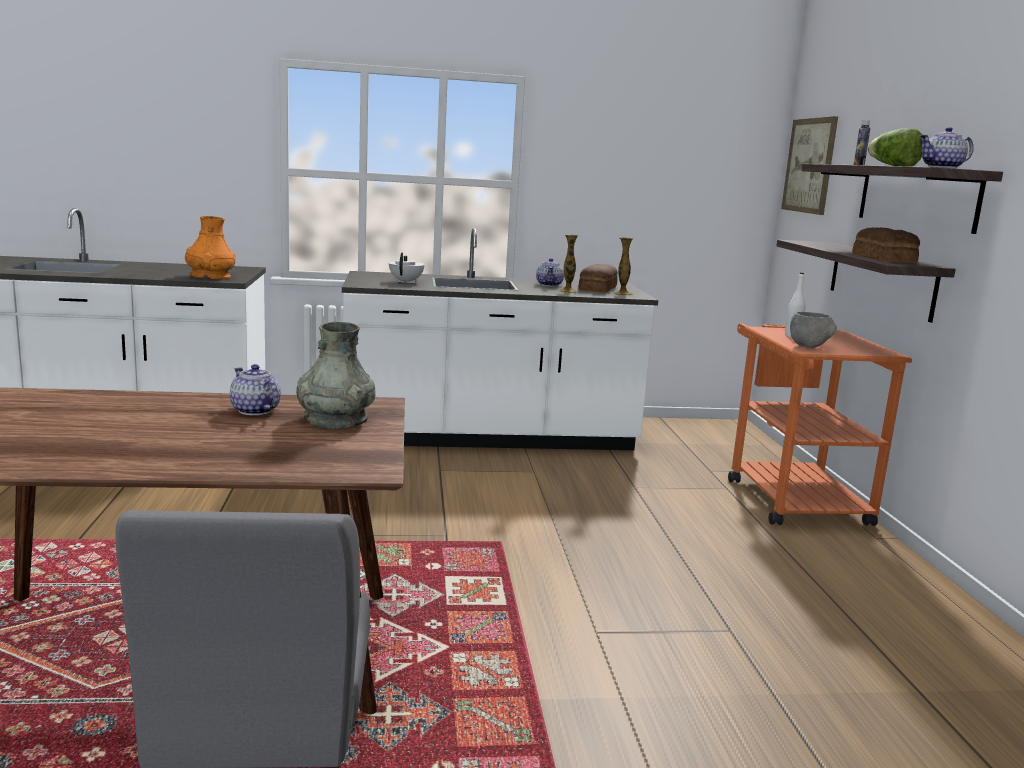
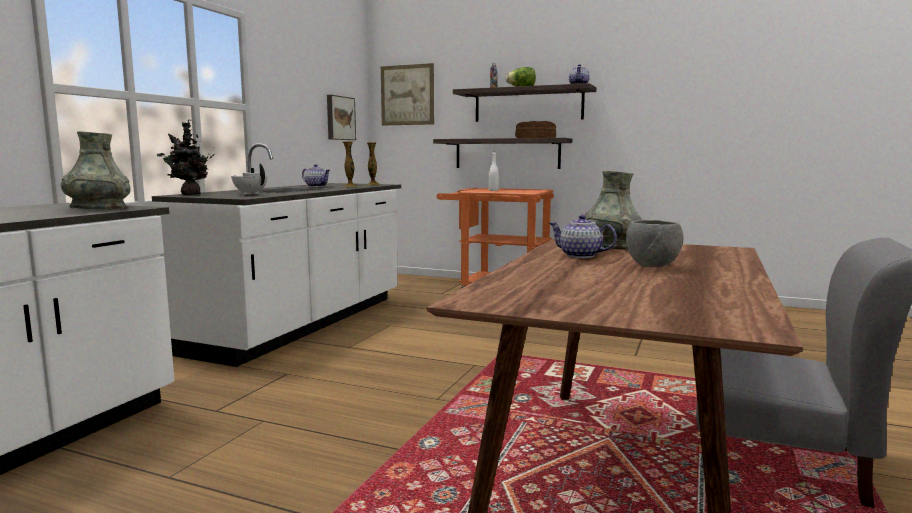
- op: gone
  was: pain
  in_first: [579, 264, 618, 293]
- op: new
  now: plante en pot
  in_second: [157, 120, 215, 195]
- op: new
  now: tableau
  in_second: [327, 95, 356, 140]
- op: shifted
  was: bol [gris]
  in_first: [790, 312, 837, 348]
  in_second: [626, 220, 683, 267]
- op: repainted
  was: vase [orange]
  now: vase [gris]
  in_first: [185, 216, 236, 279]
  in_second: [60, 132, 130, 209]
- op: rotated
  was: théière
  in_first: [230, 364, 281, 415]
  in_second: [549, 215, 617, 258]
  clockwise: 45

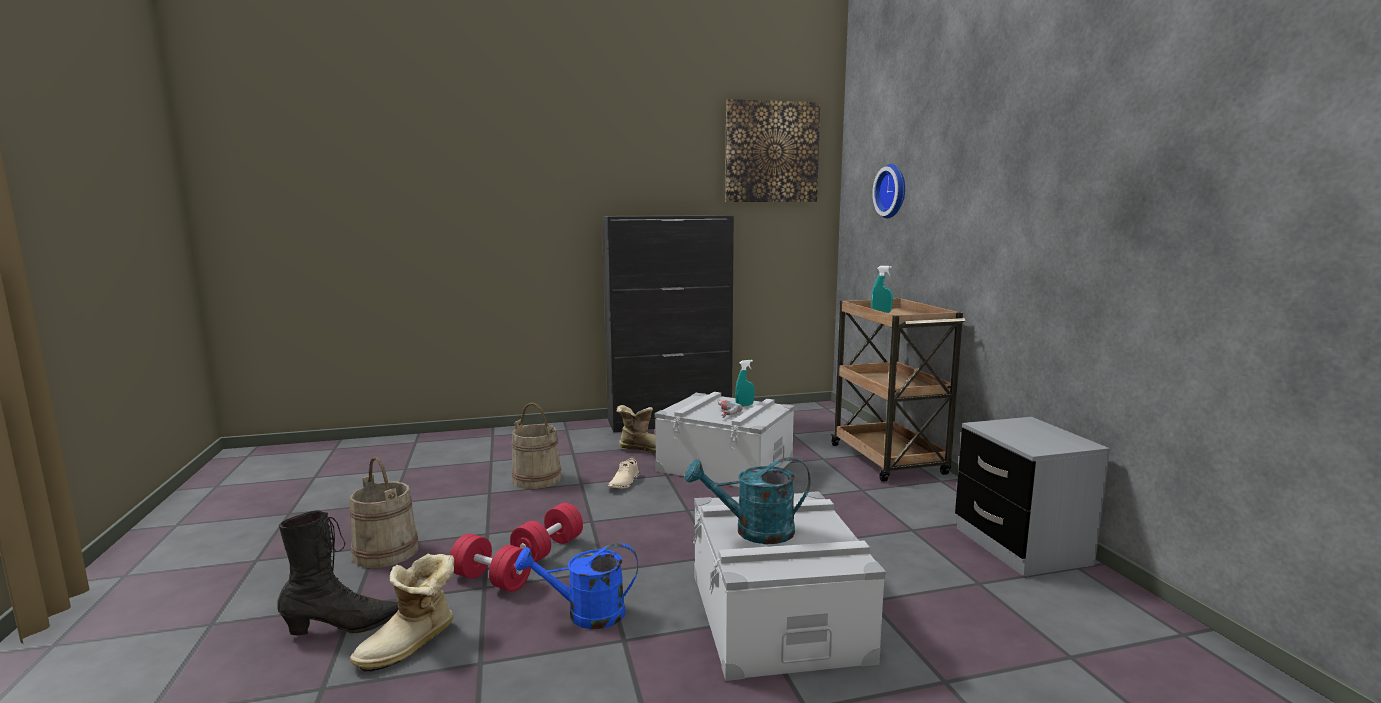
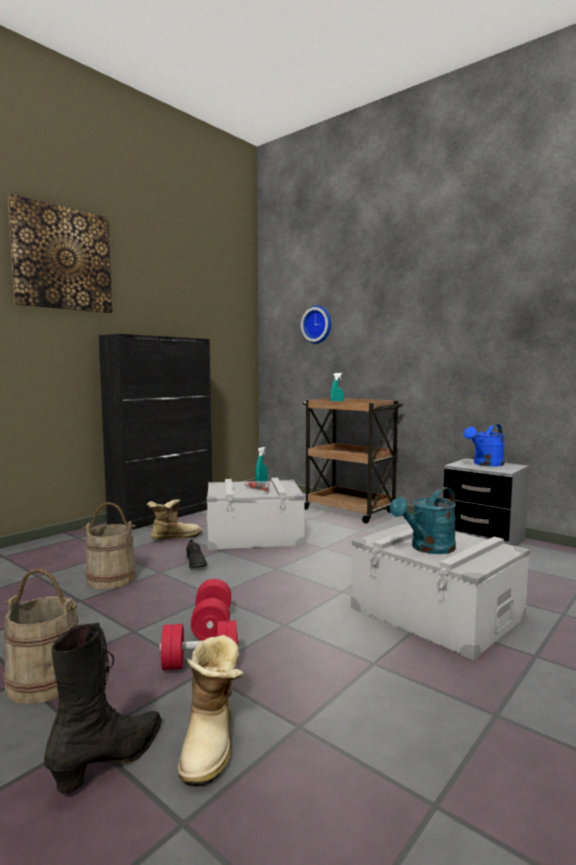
- op: shifted
  was: arrosoir [bleu]
  in_first: [515, 543, 638, 629]
  in_second: [464, 424, 505, 466]
- op: shifted
  was: tableau
  in_first: [725, 99, 820, 202]
  in_second: [8, 194, 112, 313]
- op: repainted
  was: chaussure [beige]
  now: chaussure [noir]
  in_first: [607, 456, 639, 488]
  in_second: [186, 539, 207, 569]

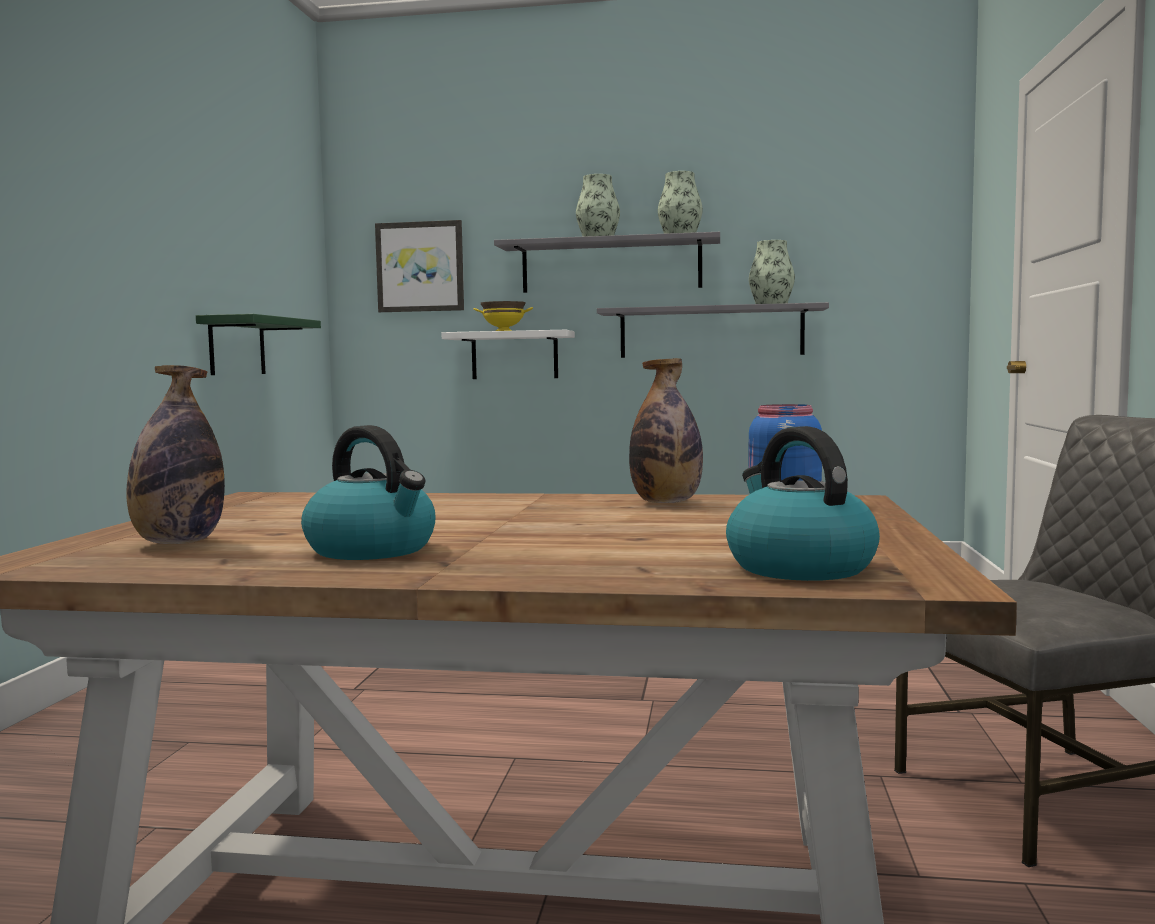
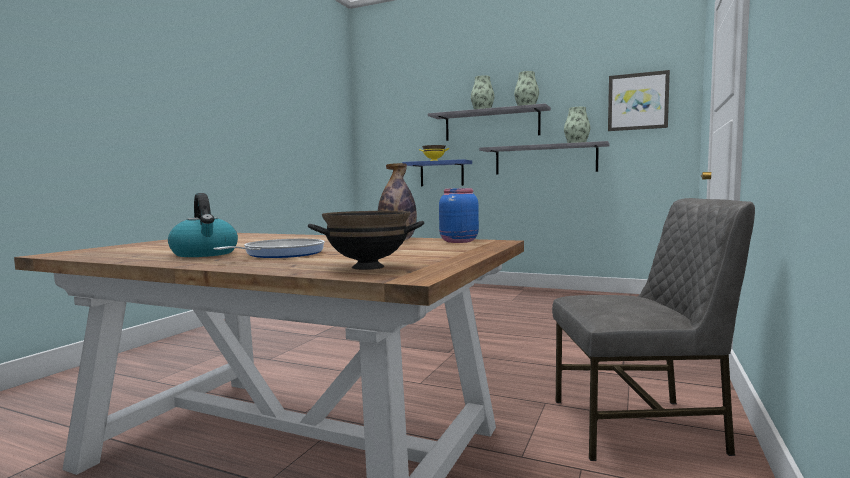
- op: gone
  was: bouteille
  in_first: [126, 365, 225, 544]
- op: gone
  was: étagère [vert]
  in_first: [196, 314, 321, 375]
- op: new
  now: poêle
  in_second: [214, 239, 325, 258]
- op: shifted
  was: tableau
  in_first: [375, 220, 464, 312]
  in_second: [608, 70, 670, 131]
- op: swapped
  was: bouilloire
  now: bol [noir]
  in_first: [726, 426, 880, 581]
  in_second: [308, 211, 424, 270]
- op: repainted
  was: étagère [blanc]
  now: étagère [bleu]
  in_first: [442, 330, 575, 379]
  in_second: [402, 159, 472, 186]

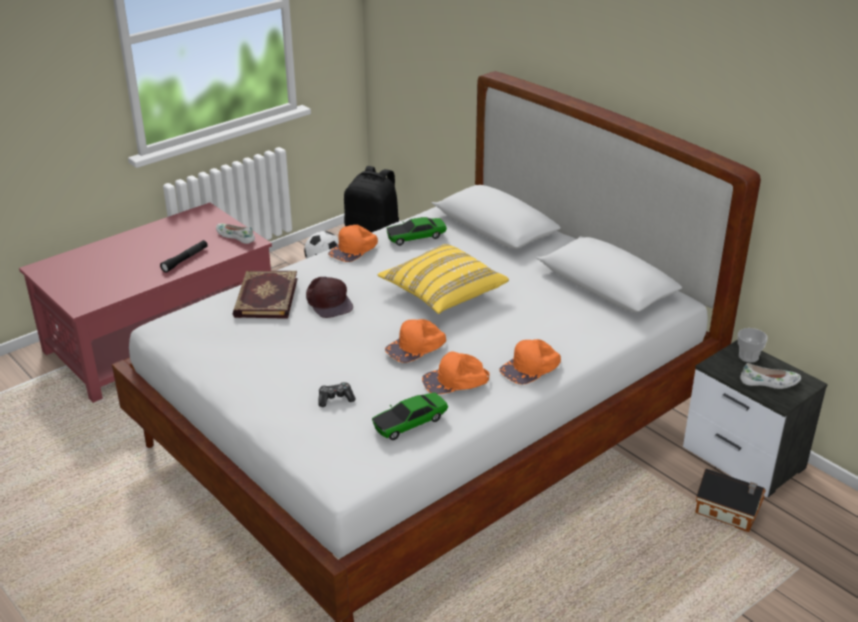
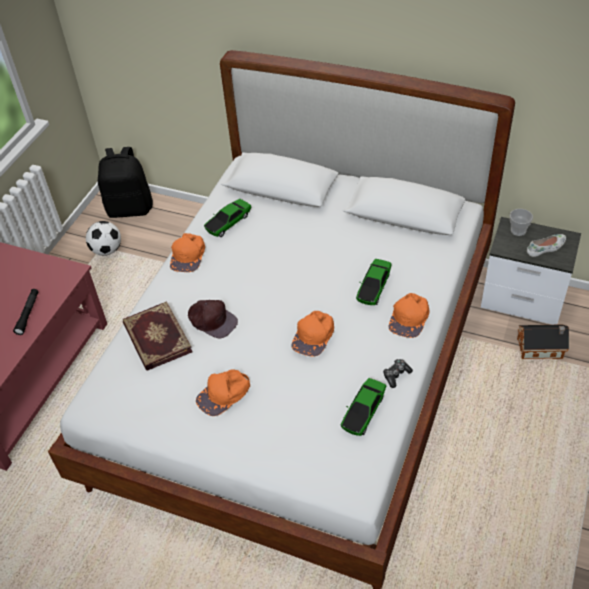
- op: gone
  was: chaussure [blanc]
  in_first: [216, 223, 255, 244]
- op: gone
  was: coussin [jaune]
  in_first: [378, 244, 509, 314]
- op: new
  now: petite voiture
  in_second: [356, 259, 392, 305]
- op: shifted
  was: manette
  in_first: [318, 382, 356, 407]
  in_second: [383, 359, 413, 388]
- op: shifted
  was: casquette [orange]
  in_first: [422, 351, 490, 394]
  in_second: [196, 369, 250, 416]

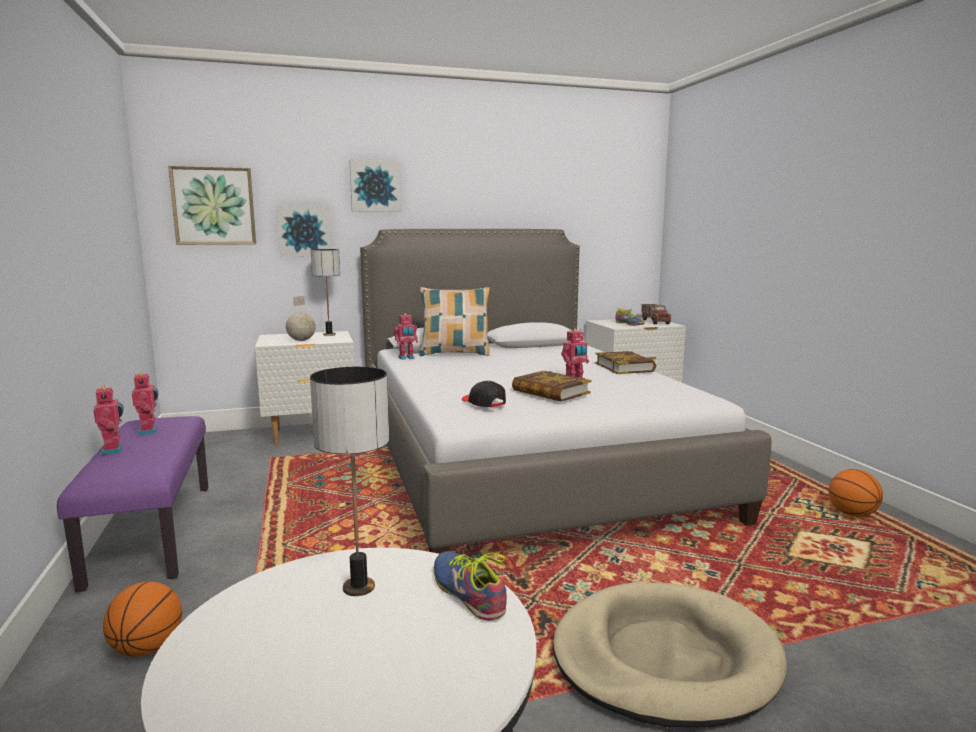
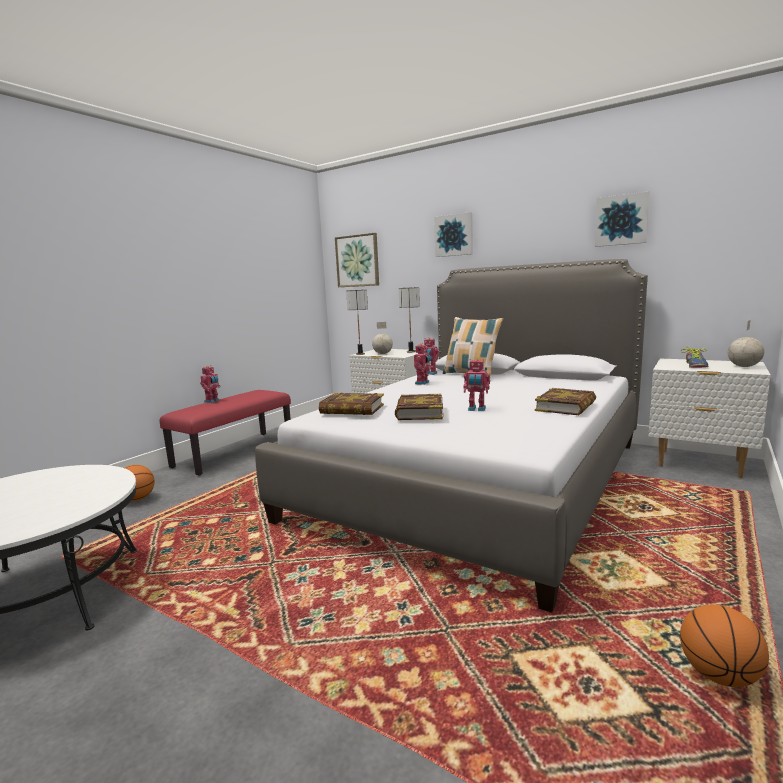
- op: gone
  was: chaussure
  in_first: [434, 551, 510, 621]
- op: gone
  was: panier pour chien [beige]
  in_first: [553, 582, 787, 728]
- op: shifted
  was: robot jouet
  in_first: [132, 372, 159, 435]
  in_second: [414, 343, 431, 385]
- op: shifted
  was: tableau
  in_first: [277, 205, 331, 257]
  in_second: [595, 191, 650, 247]
- op: shifted
  was: lampe de table
  in_first: [310, 367, 389, 596]
  in_second: [346, 290, 368, 355]
- op: swapped
  was: casquette [noir]
  now: livre
  in_first: [461, 381, 506, 407]
  in_second: [319, 393, 384, 415]
- op: swapped
  was: camion jouet
  now: globe
  in_first: [641, 304, 671, 324]
  in_second: [728, 320, 764, 367]
- op: repainted
  was: banc [violet]
  now: banc [rouge]
  in_first: [57, 416, 208, 592]
  in_second: [160, 390, 291, 476]

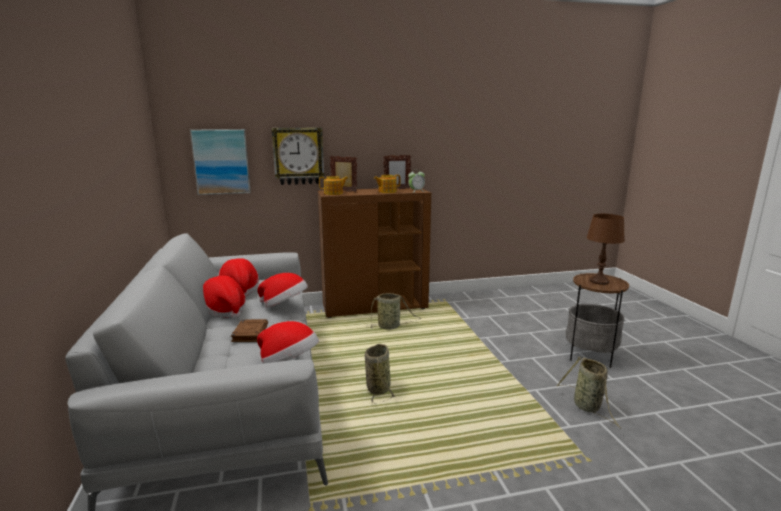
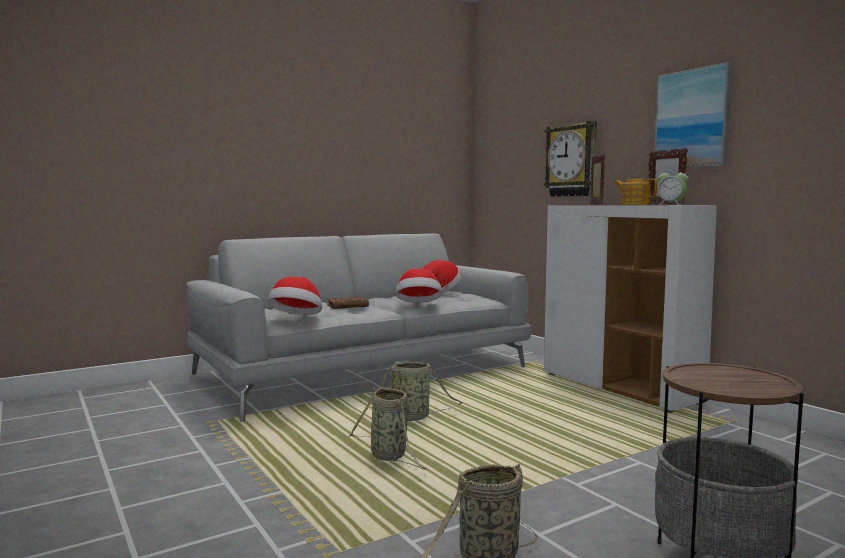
- op: gone
  was: chapeau
  in_first: [203, 276, 246, 318]
- op: gone
  was: théière
  in_first: [319, 176, 348, 195]
- op: gone
  was: lampe de table [marron]
  in_first: [587, 214, 625, 285]
- op: shifted
  was: tableau
  in_first: [190, 129, 251, 195]
  in_second: [654, 62, 732, 168]
- op: shifted
  was: panier
  in_first: [366, 293, 421, 330]
  in_second: [348, 387, 426, 470]
- op: repainted
  was: meuble de rangement [marron]
  now: meuble de rangement [blanc]
  in_first: [318, 188, 431, 318]
  in_second: [544, 205, 717, 412]

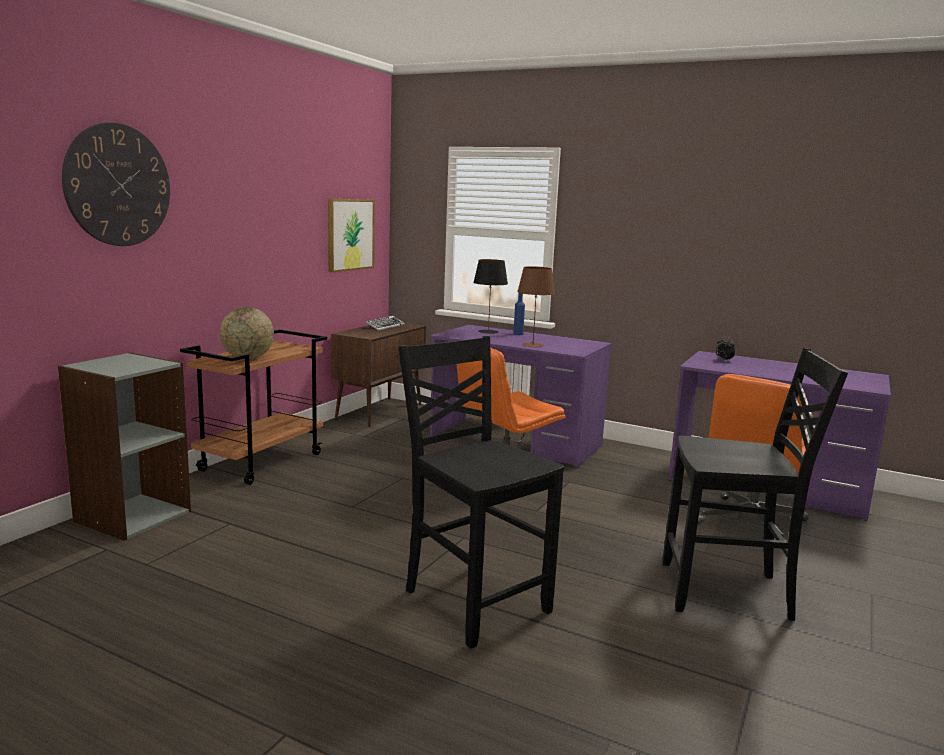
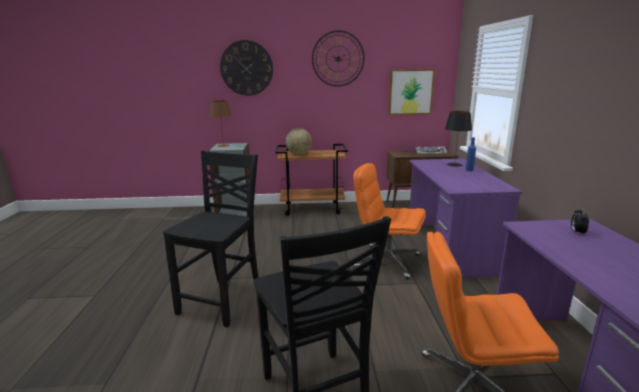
- op: new
  now: horloge murale
  in_second: [312, 30, 365, 87]
- op: shifted
  was: lampe de table [marron]
  in_first: [517, 266, 555, 347]
  in_second: [210, 101, 231, 147]

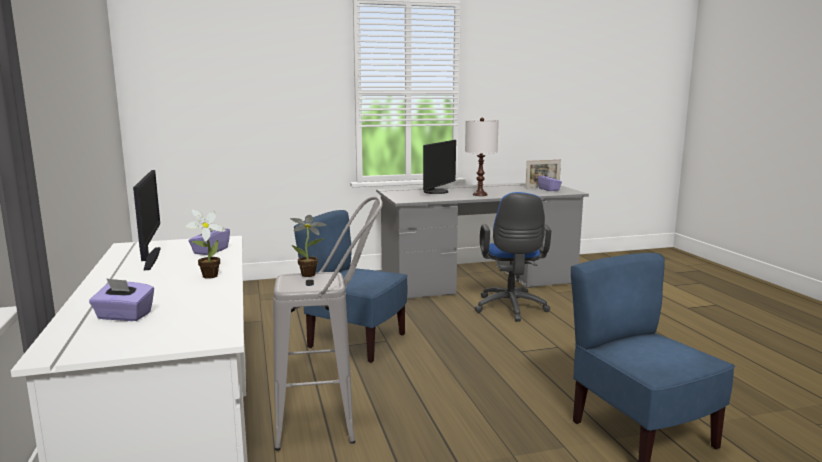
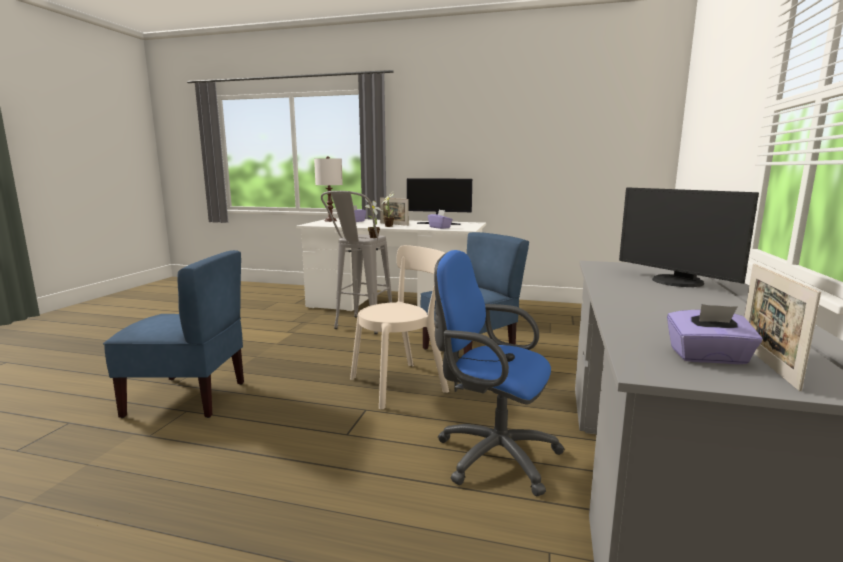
- op: new
  now: chaise [beige]
  in_second: [350, 245, 449, 410]
- op: new
  now: cadre photo
  in_second: [380, 198, 409, 226]
- op: shifted
  was: lampe de table [blanc]
  in_first: [465, 118, 499, 196]
  in_second: [314, 156, 343, 222]

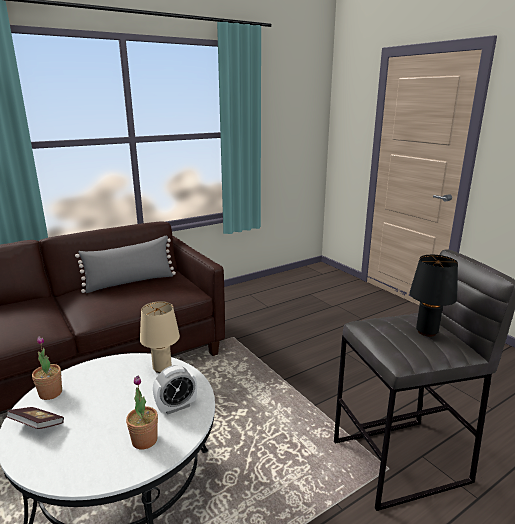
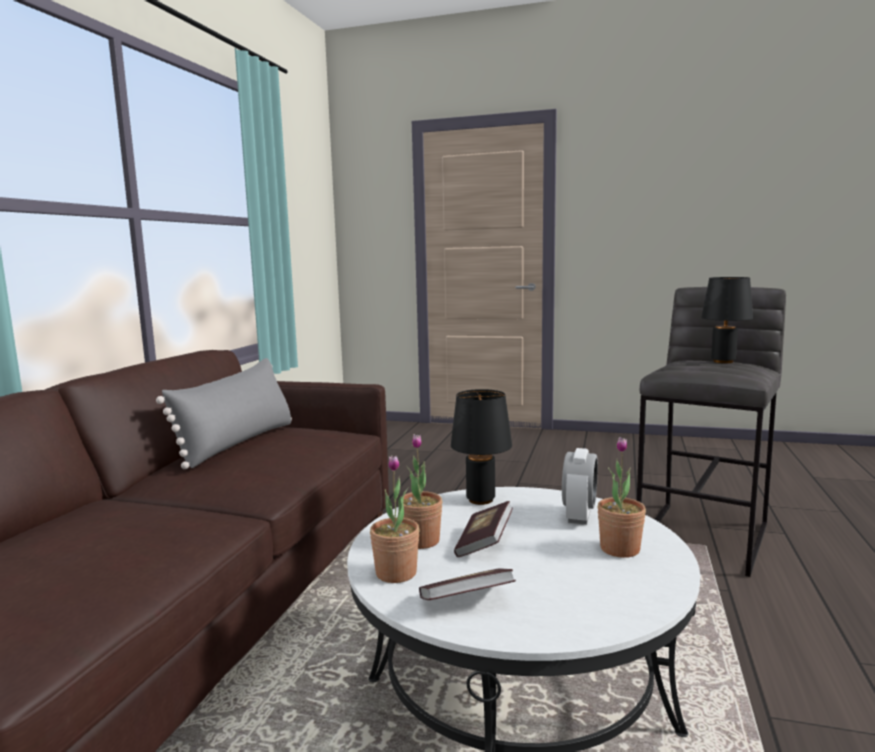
- op: new
  now: plante en pot
  in_second: [398, 434, 442, 549]
- op: new
  now: livre
  in_second: [454, 501, 513, 557]
- op: repainted
  was: lampe de table [beige]
  now: lampe de table [noir]
  in_first: [140, 301, 180, 373]
  in_second: [451, 389, 512, 505]

